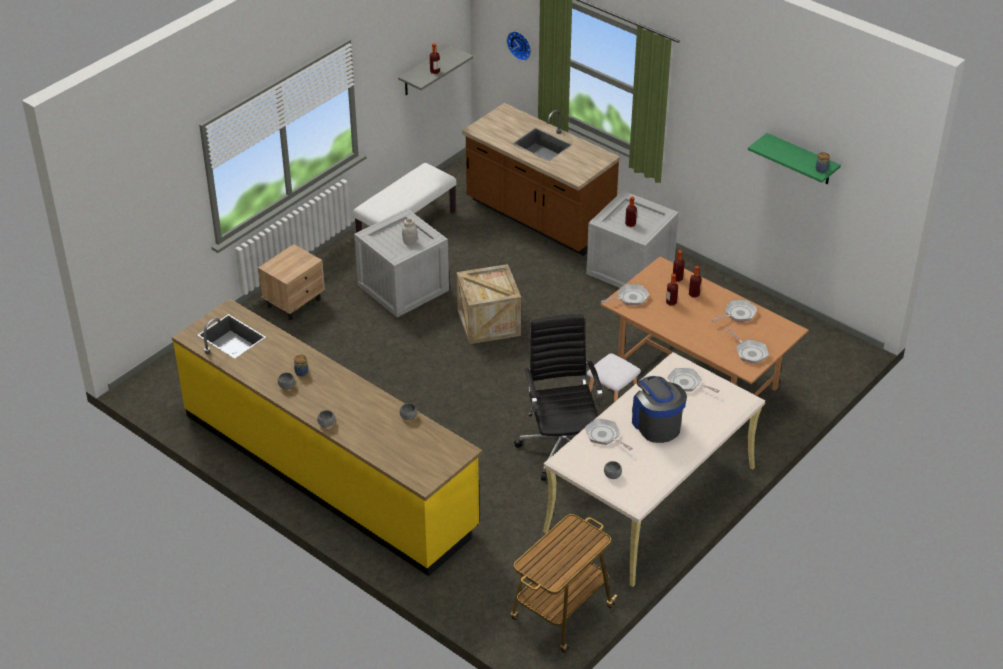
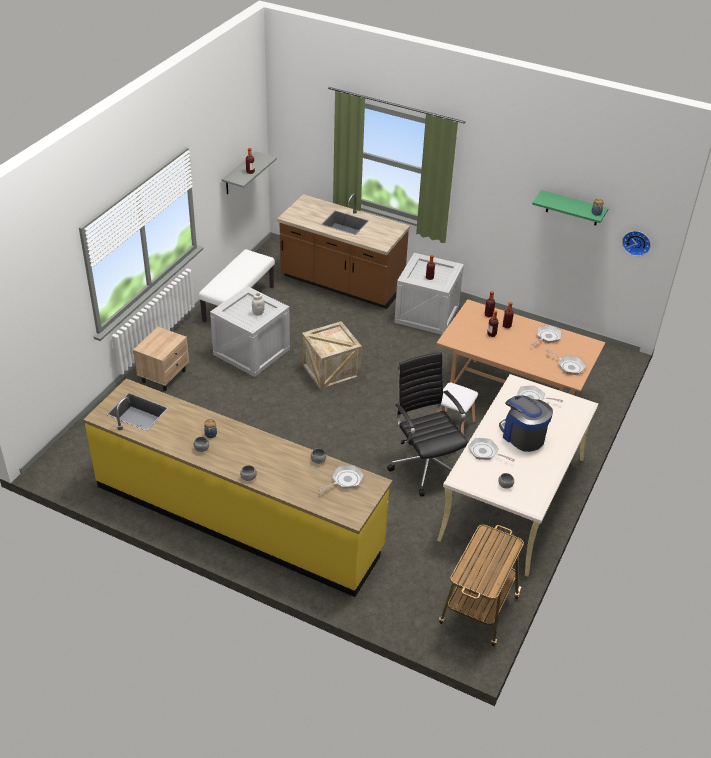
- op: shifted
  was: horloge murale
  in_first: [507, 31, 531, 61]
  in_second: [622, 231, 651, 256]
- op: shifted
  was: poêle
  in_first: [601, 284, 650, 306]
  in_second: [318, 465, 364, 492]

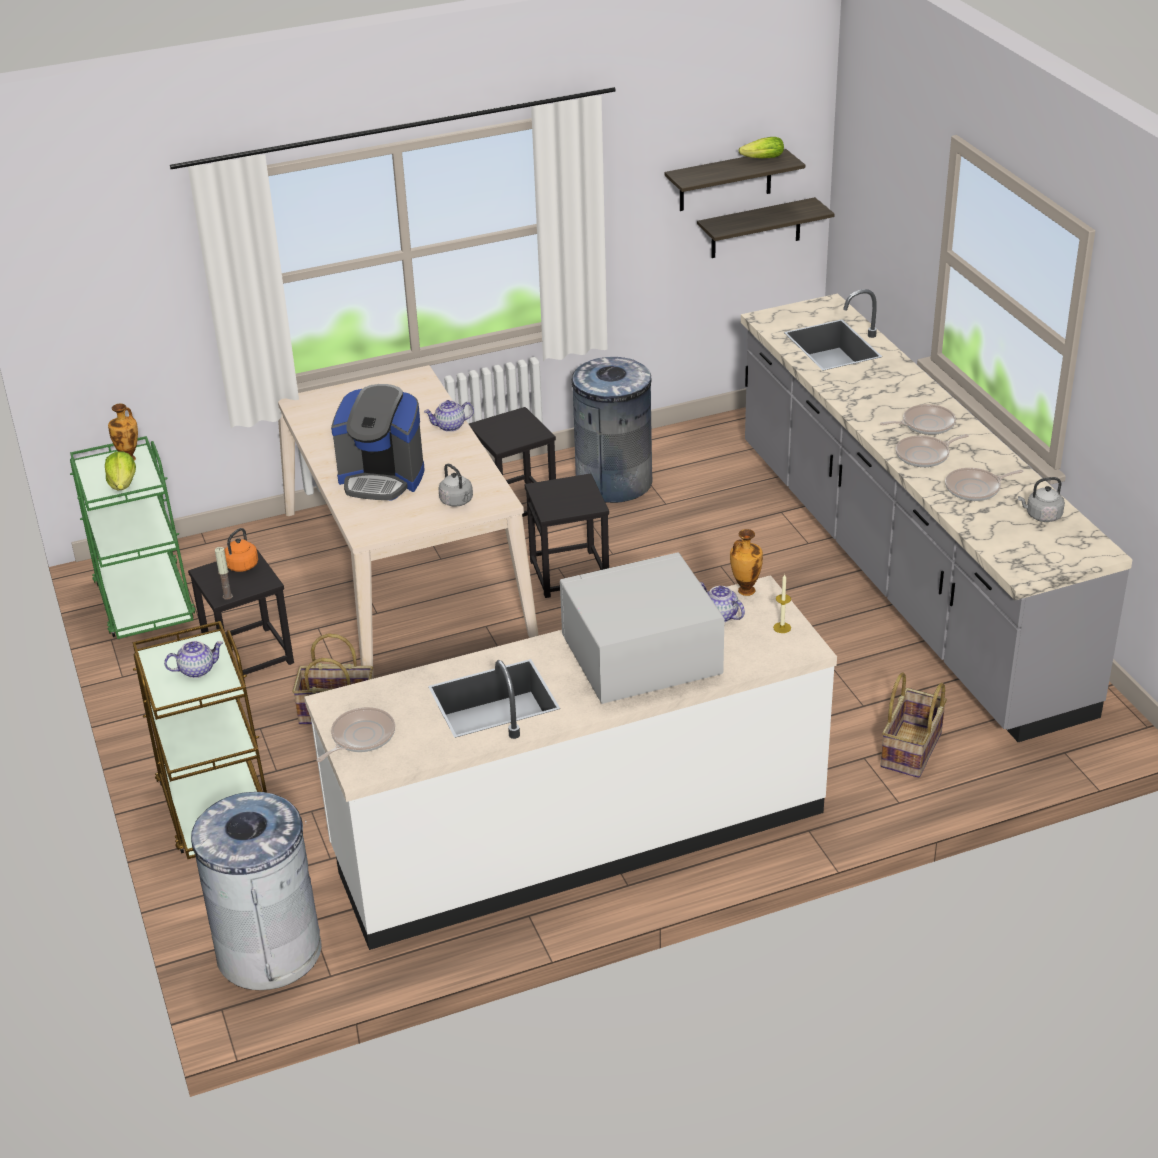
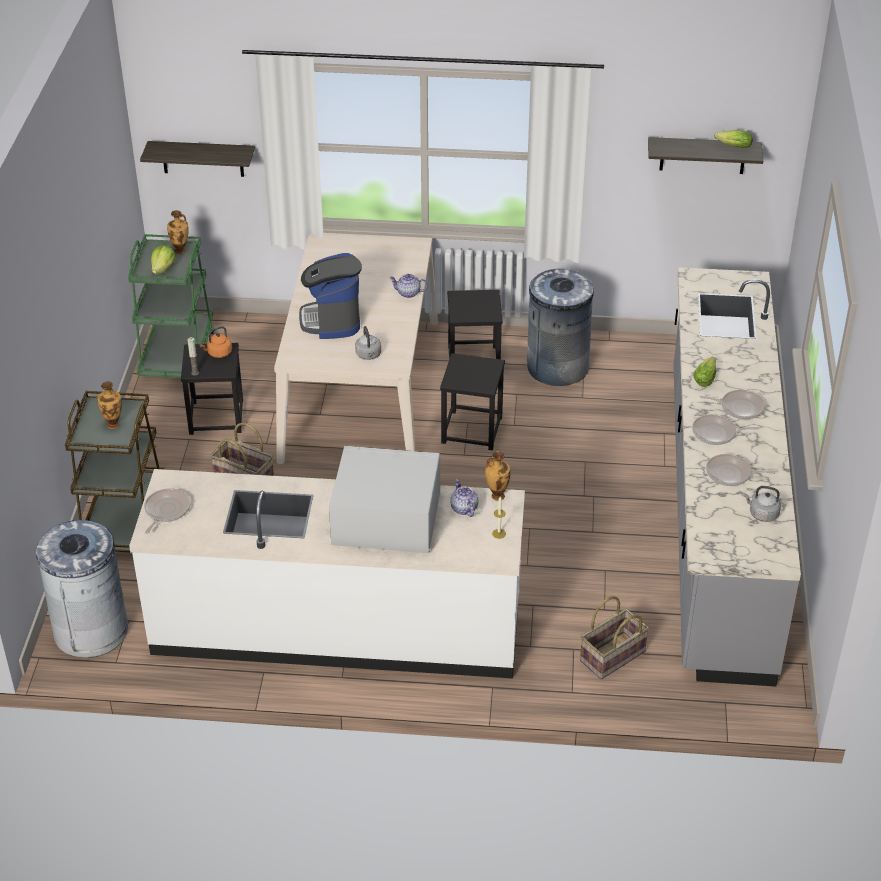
- op: new
  now: laitue
  in_second: [693, 357, 716, 387]
- op: shifted
  was: étagère
  in_first: [697, 197, 834, 258]
  in_second: [140, 141, 255, 177]
- op: swapped
  was: théière
  now: vase
  in_first: [164, 641, 223, 678]
  in_second: [97, 381, 122, 429]
- op: rotated
  was: poêle
  in_first: [316, 707, 395, 762]
  in_second: [144, 488, 191, 534]
  clockwise: -45
- op: rotated
  was: machine à café
  in_first: [331, 384, 425, 501]
  in_second: [299, 253, 362, 339]
  clockwise: 45

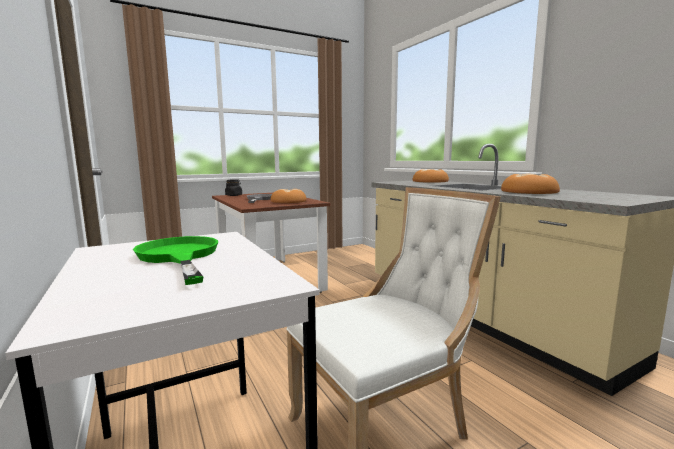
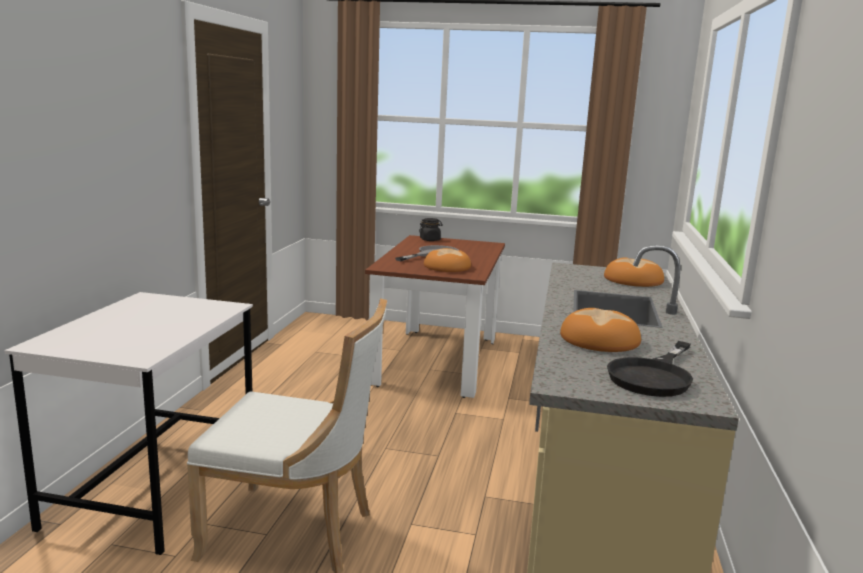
- op: gone
  was: poêle [vert]
  in_first: [133, 236, 218, 285]
- op: new
  now: poêle [noir]
  in_second: [607, 341, 693, 397]

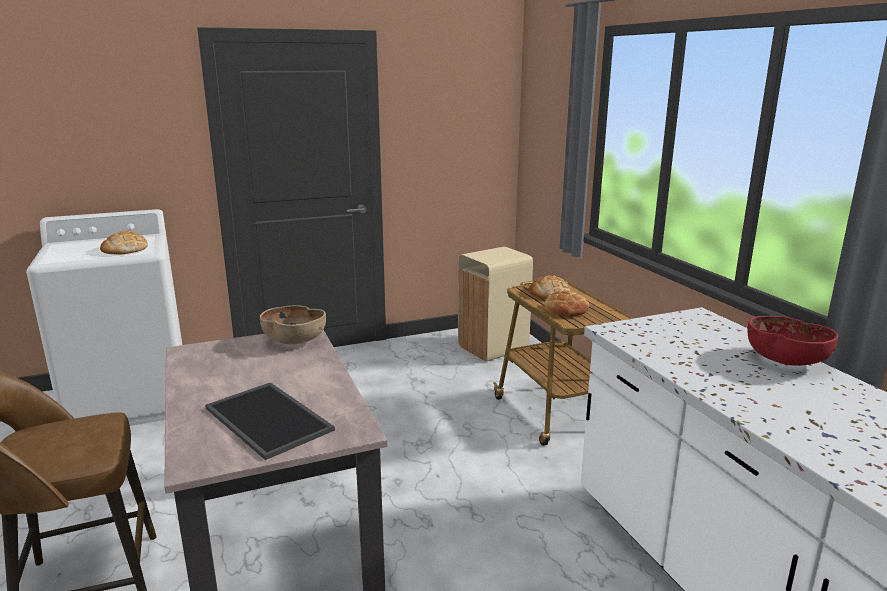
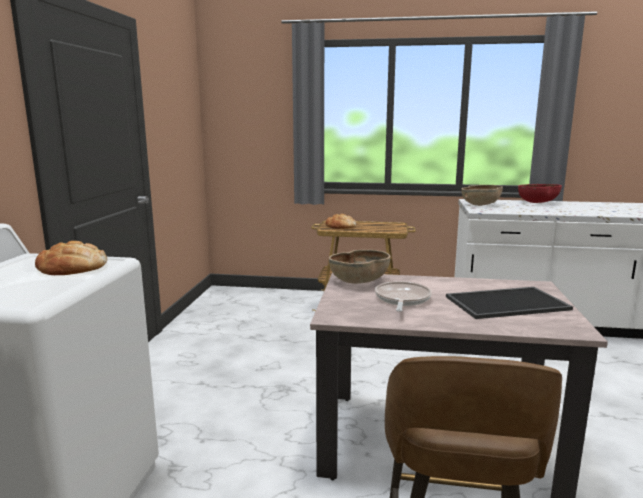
- op: gone
  was: poubelle [beige]
  in_first: [458, 247, 533, 362]
- op: gone
  was: pain
  in_first: [544, 291, 589, 316]
- op: new
  now: poêle
  in_second: [375, 281, 432, 312]
- op: new
  now: bol [marron]
  in_second: [461, 185, 503, 206]

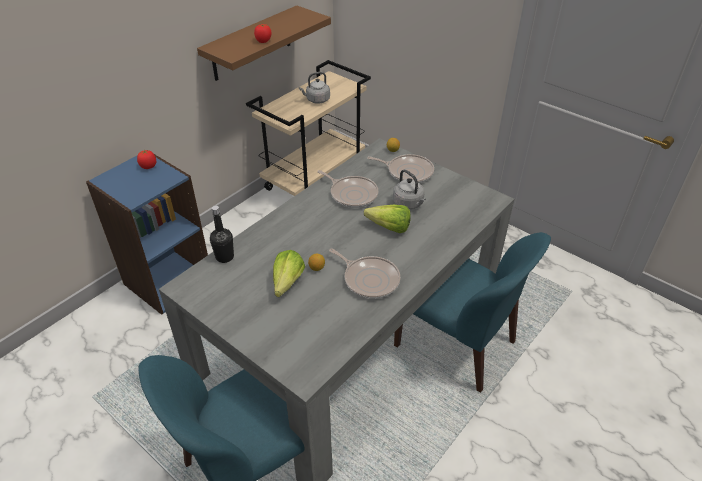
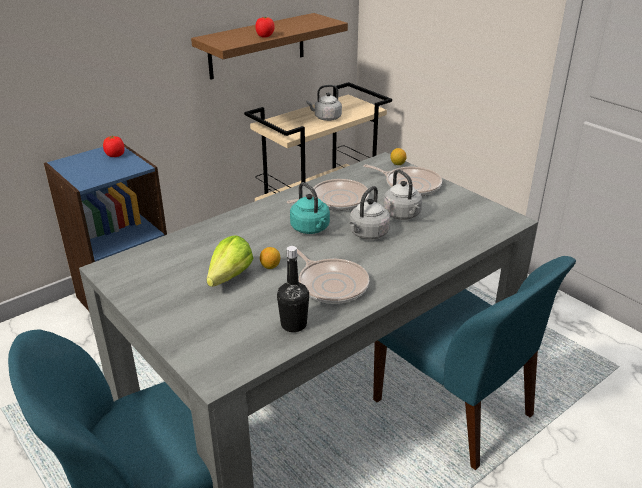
- op: new
  now: bouilloire [turquoise]
  in_second: [290, 182, 330, 234]
- op: shifted
  was: bouteille [noir]
  in_first: [210, 206, 234, 263]
  in_second: [277, 246, 309, 332]
- op: swapped
  was: laitue
  now: bouilloire [gris]
  in_first: [364, 205, 411, 233]
  in_second: [350, 186, 390, 240]
- op: rotated
  was: poêle
  in_first: [317, 170, 378, 208]
  in_second: [287, 179, 369, 210]
  clockwise: -75

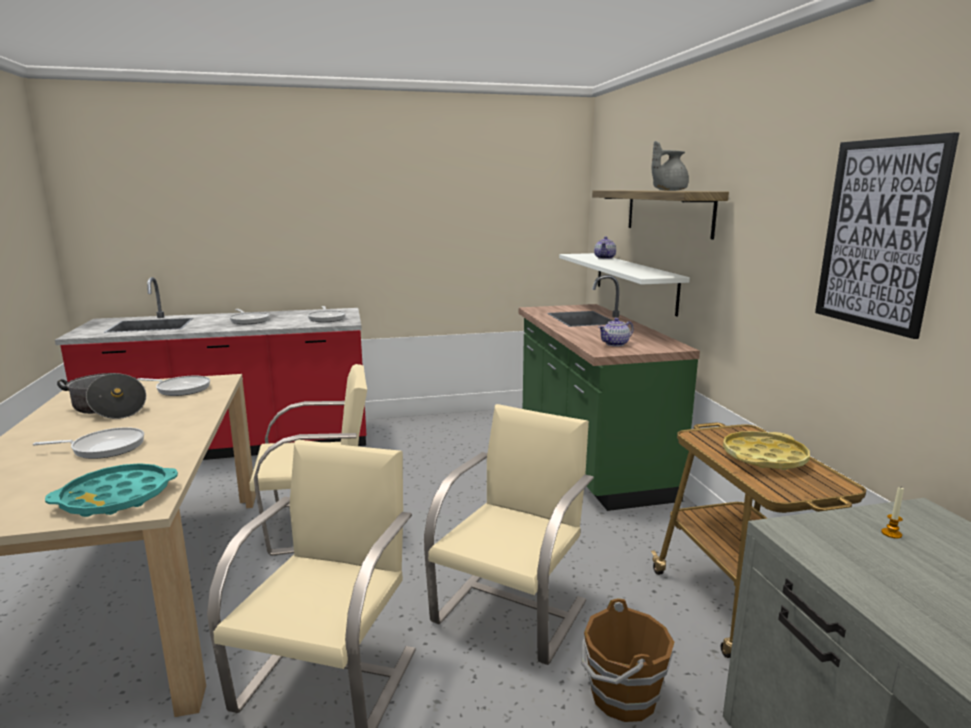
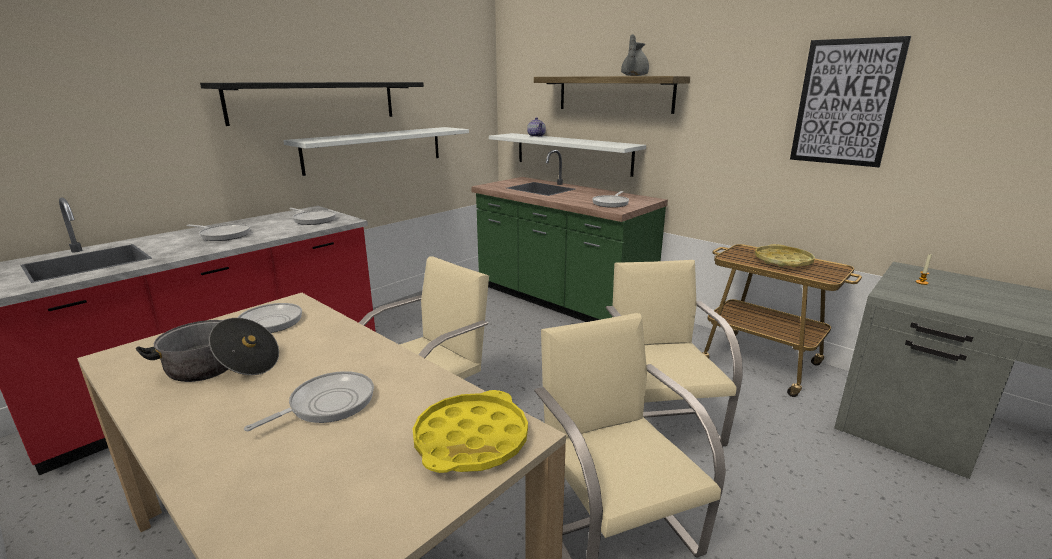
- op: gone
  was: seau [marron]
  in_first: [581, 598, 674, 722]
- op: new
  now: étagère [noir]
  in_second: [200, 82, 424, 126]
- op: new
  now: étagère [blanc]
  in_second: [283, 127, 469, 176]
- op: swapped
  was: théière
  now: poêle
  in_first: [599, 318, 633, 347]
  in_second: [592, 191, 629, 208]
- op: repainted
  was: plateau [turquoise]
  now: plateau [jaune]
  in_first: [45, 463, 178, 517]
  in_second: [413, 390, 528, 473]

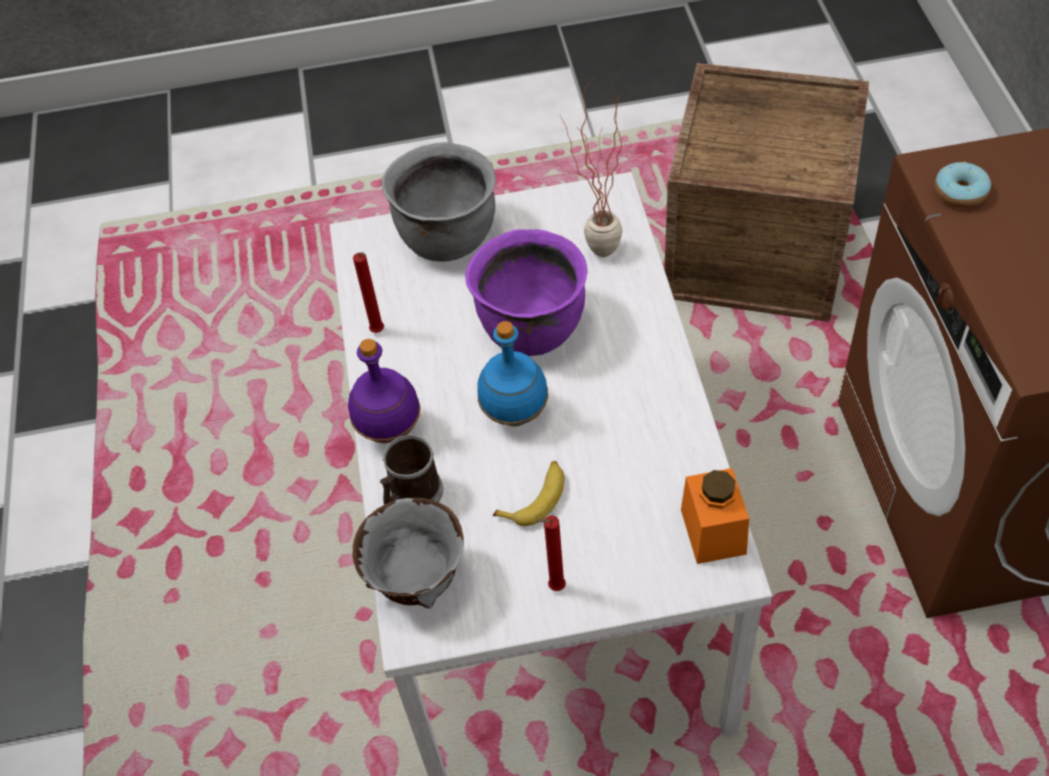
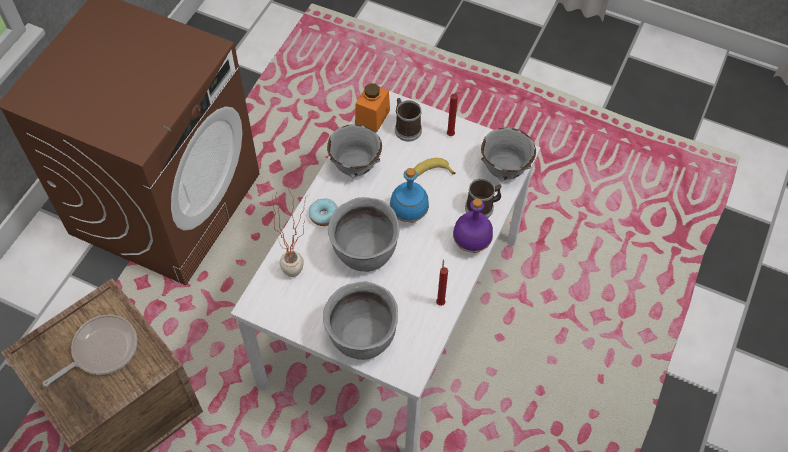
- op: new
  now: poêle
  in_second: [43, 315, 137, 387]
- op: new
  now: bol [gris]
  in_second: [327, 124, 382, 179]
- op: new
  now: mug
  in_second: [395, 98, 422, 142]
- op: shifted
  was: beignet
  in_first: [935, 162, 991, 208]
  in_second: [309, 199, 338, 226]
- op: repainted
  was: marmite [violet]
  now: marmite [gris]
  in_first: [465, 229, 588, 356]
  in_second: [328, 197, 400, 272]

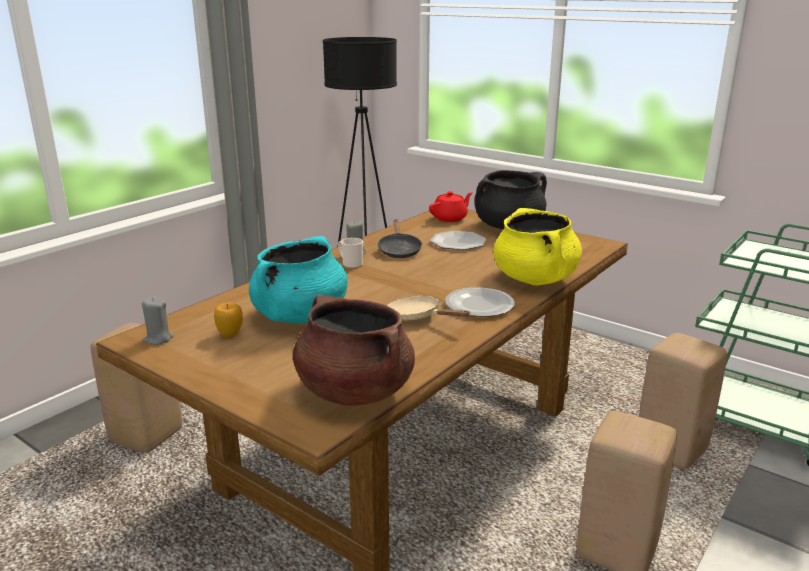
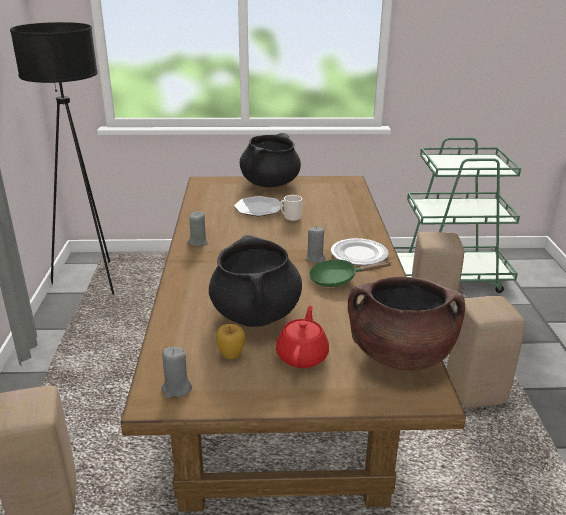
- op: gone
  was: poêle [noir]
  in_first: [377, 219, 423, 258]
- op: gone
  was: marmite [jaune]
  in_first: [494, 208, 582, 285]
- op: new
  now: bougie [gris]
  in_second: [306, 226, 325, 263]
- op: shifted
  was: mug
  in_first: [338, 238, 363, 268]
  in_second: [280, 195, 302, 221]
- op: shifted
  was: théière [rouge]
  in_first: [429, 191, 473, 222]
  in_second: [276, 305, 329, 368]
- op: repainted
  was: marmite [turquoise]
  now: marmite [noir]
  in_first: [249, 236, 348, 323]
  in_second: [209, 235, 302, 327]
- op: repainted
  was: poêle [beige]
  now: poêle [vert]
  in_first: [387, 296, 470, 320]
  in_second: [309, 259, 392, 287]

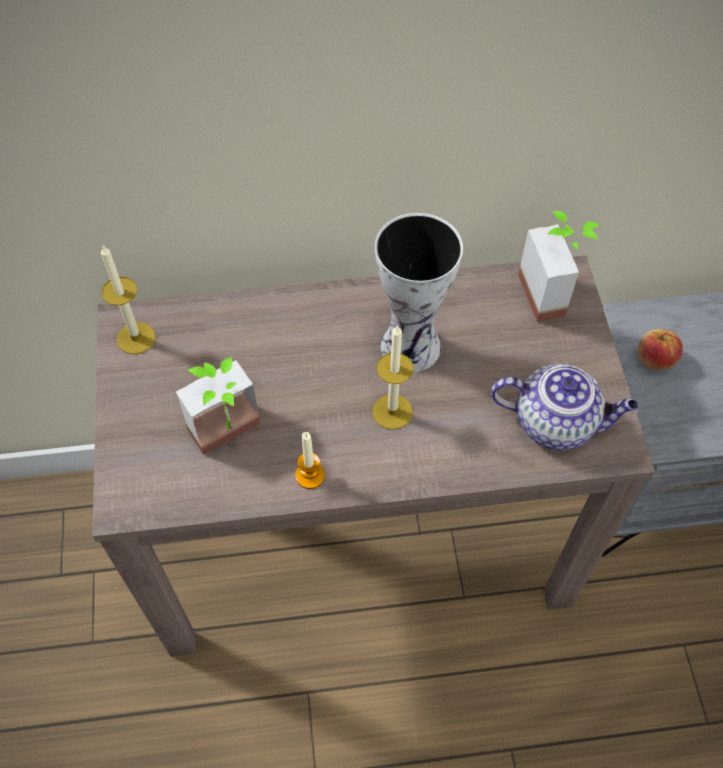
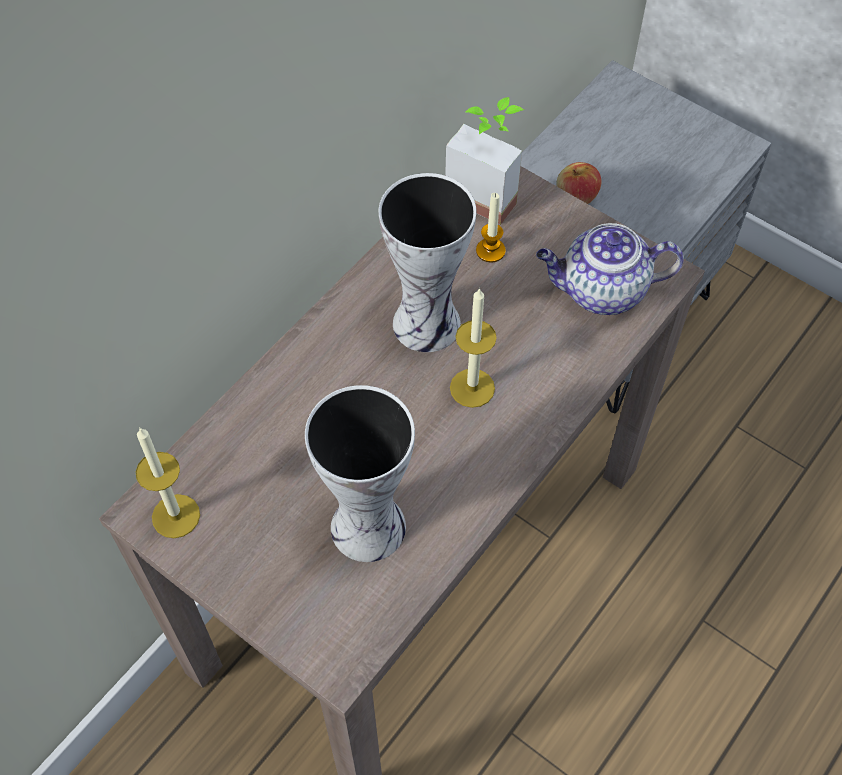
- op: shifted
  was: bougie
  in_first: [295, 432, 325, 489]
  in_second: [476, 193, 506, 263]
- op: swapped
  was: plante en pot
  now: vase
  in_first: [176, 357, 260, 455]
  in_second: [305, 385, 415, 562]
- op: rotated
  was: théière
  in_first: [491, 364, 639, 450]
  in_second: [536, 223, 684, 315]
  clockwise: -150

